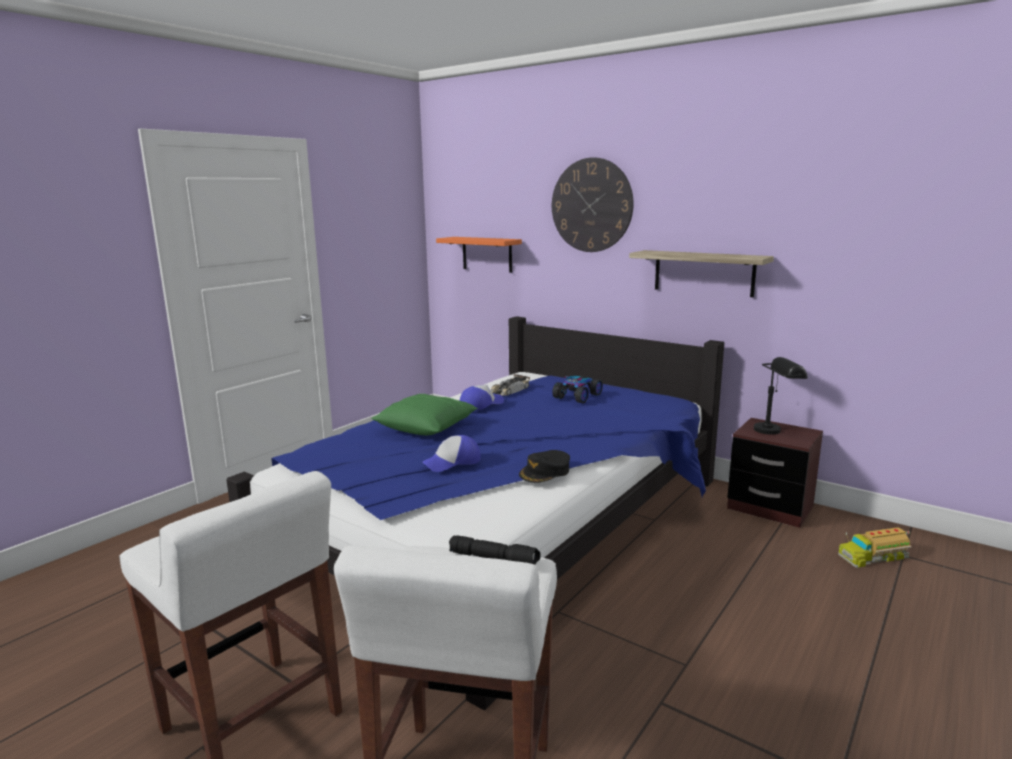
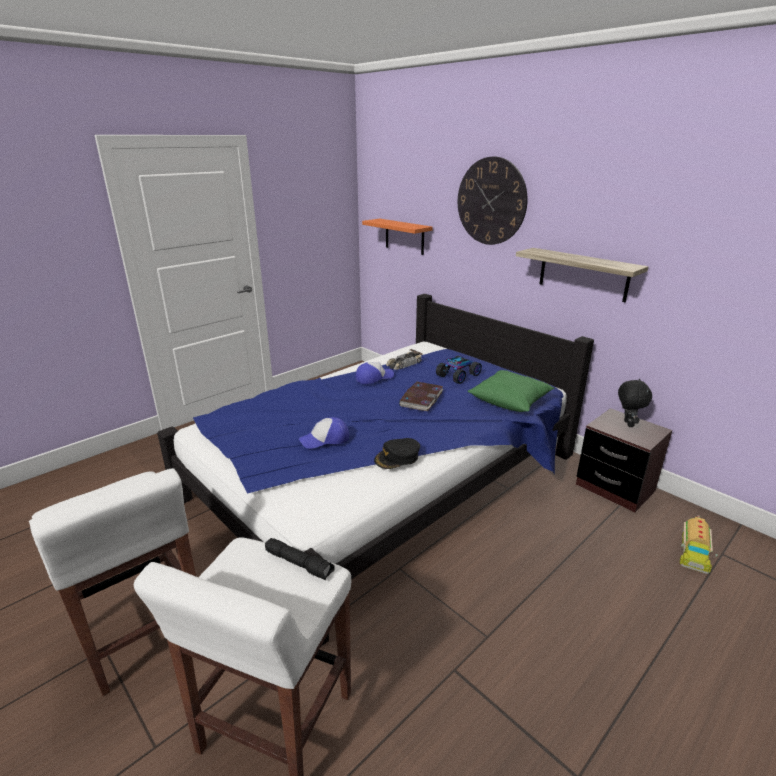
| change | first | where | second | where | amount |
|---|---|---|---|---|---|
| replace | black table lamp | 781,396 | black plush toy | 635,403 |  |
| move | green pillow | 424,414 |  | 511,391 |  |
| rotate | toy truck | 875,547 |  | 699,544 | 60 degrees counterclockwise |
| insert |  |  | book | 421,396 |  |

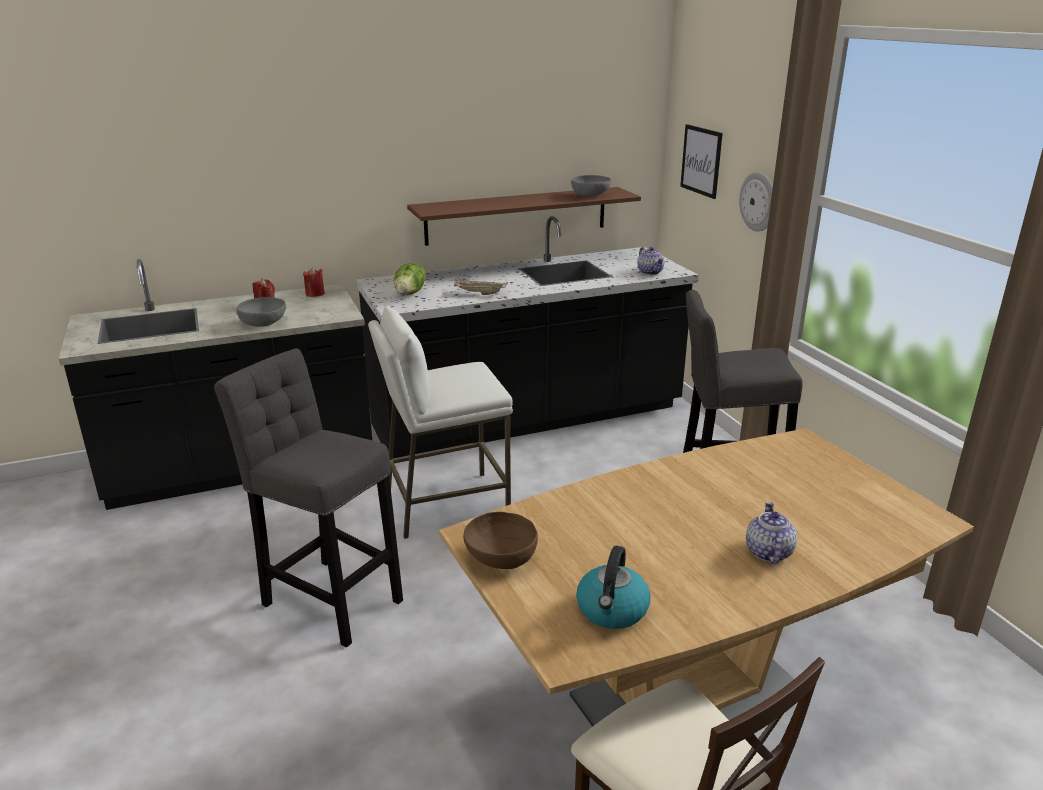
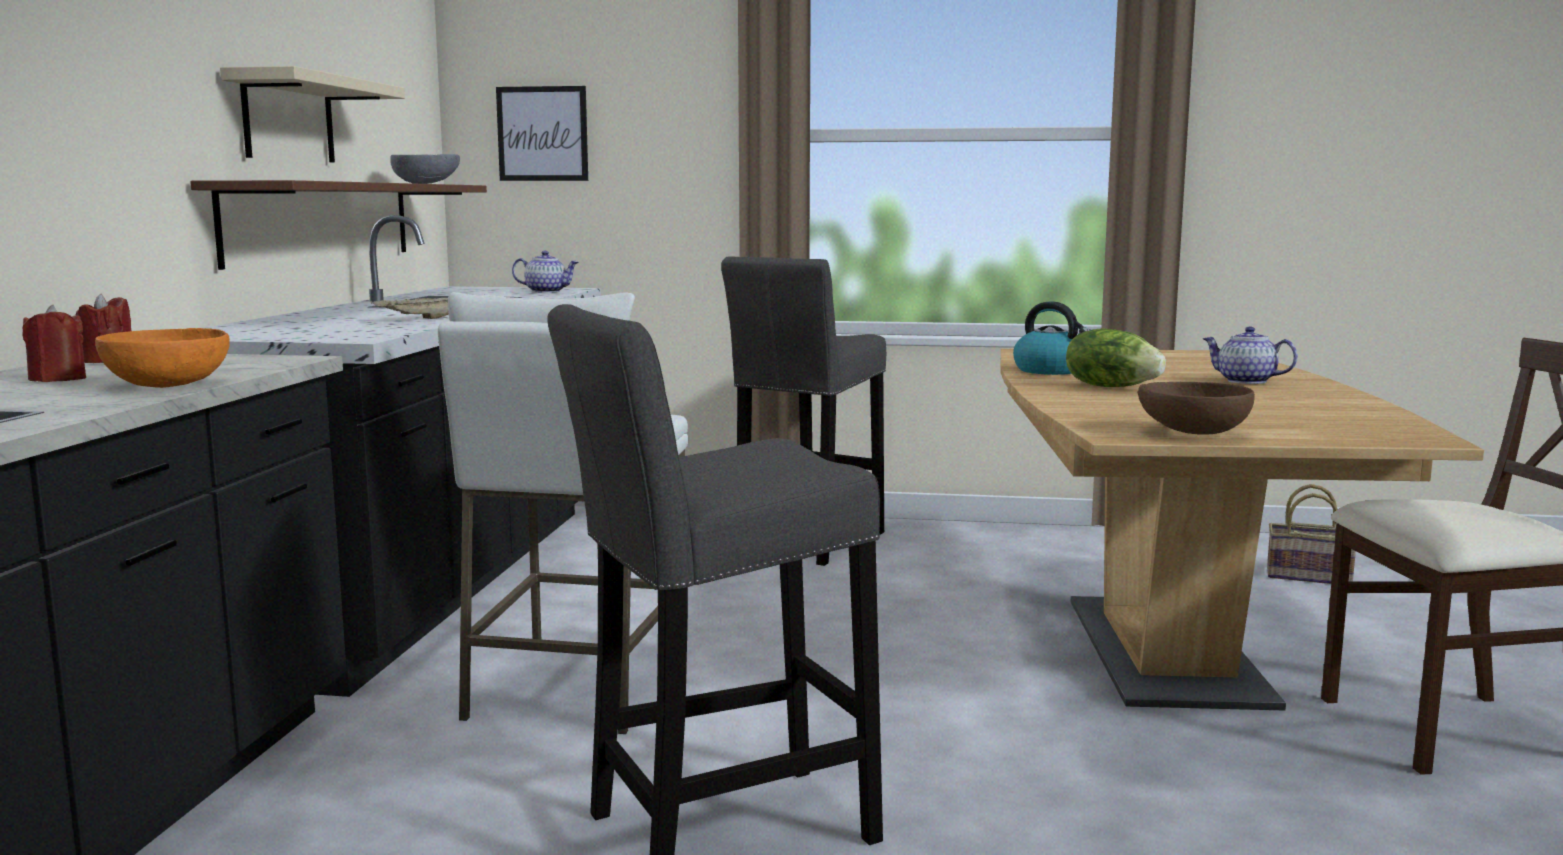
| change | first | where | second | where | amount |
|---|---|---|---|---|---|
| delete | wall clock | 756,202 |  |  |  |
| move | lettuce | 410,279 |  | 1116,357 |  |
| recolor | grey bowl | 261,312 | orange bowl | 162,358 |  |
| move | kettle | 613,587 |  | 1051,338 |  |
| insert |  |  | beige shelf | 312,114 |  |
| insert |  |  | basket | 1311,534 |  |

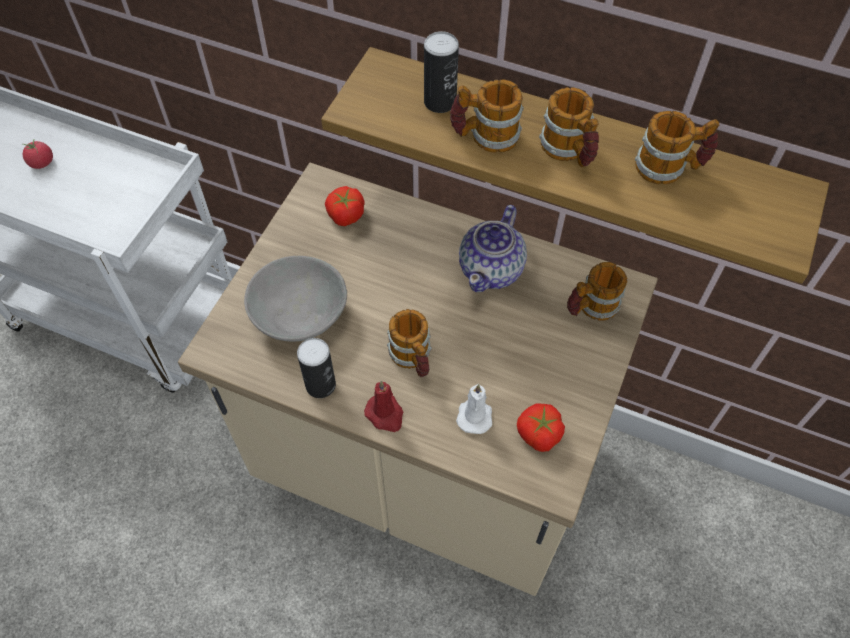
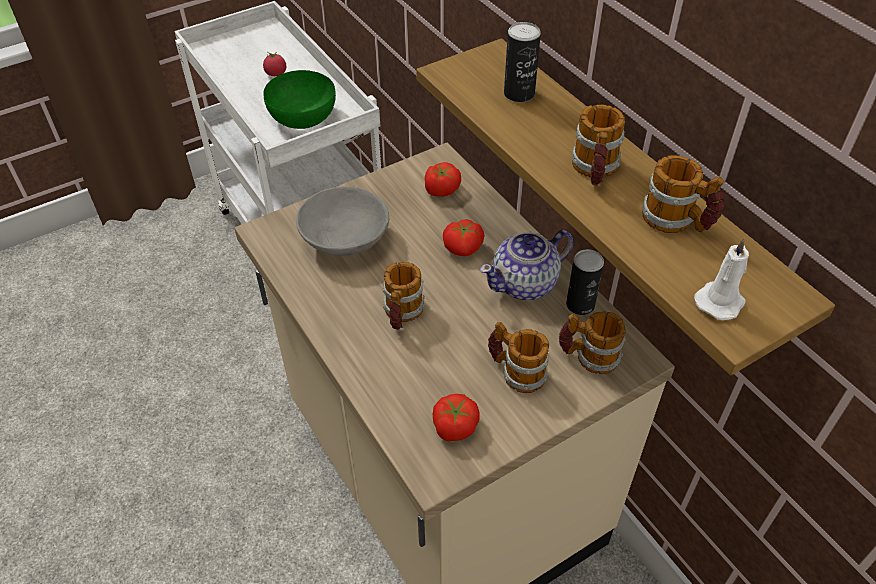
| change | first | where | second | where | amount |
|---|---|---|---|---|---|
| move | mug | 487,116 |  | 518,357 |  |
| move | can | 316,368 |  | 585,282 |  |
| delete | red candle | 383,406 |  |  |  |
| move | white candle | 474,409 |  | 721,278 |  |
| insert |  |  | green bowl | 299,99 |  |
| insert |  |  | tomato | 463,237 |  |

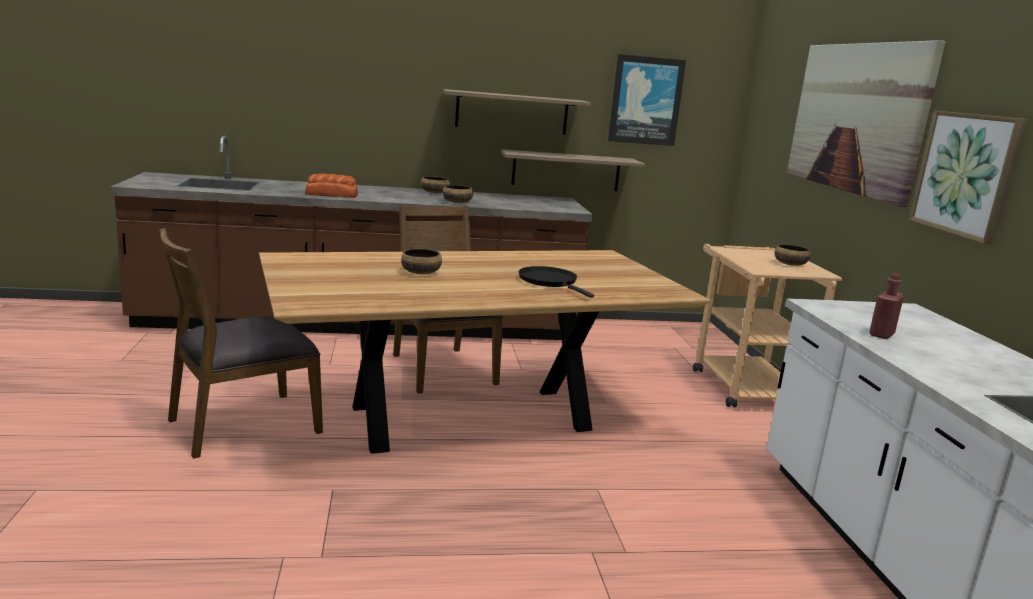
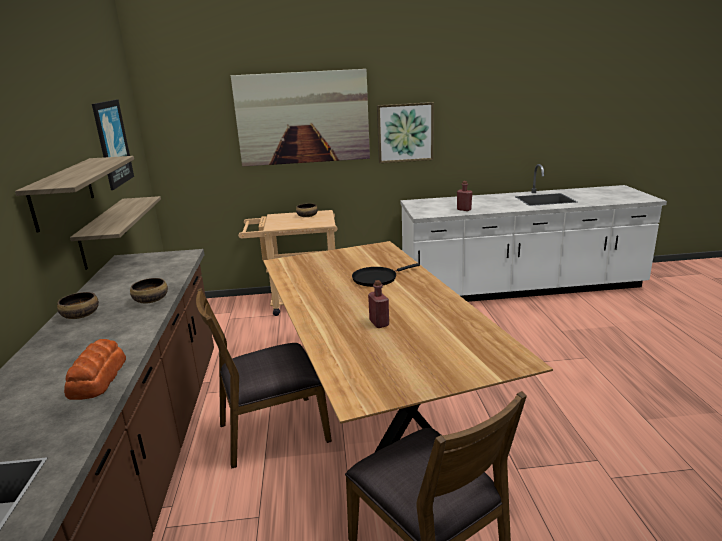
| change | first | where | second | where | amount |
|---|---|---|---|---|---|
| replace | bowl | 421,261 | red bottle | 378,304 |  |

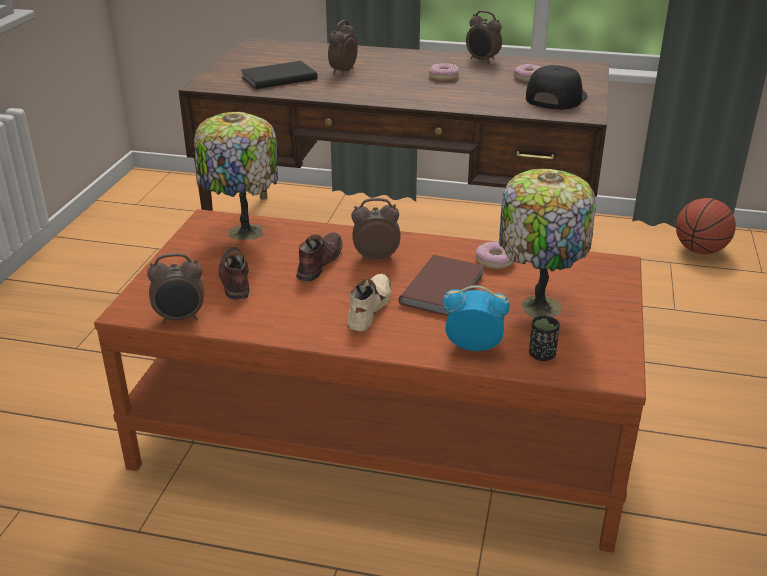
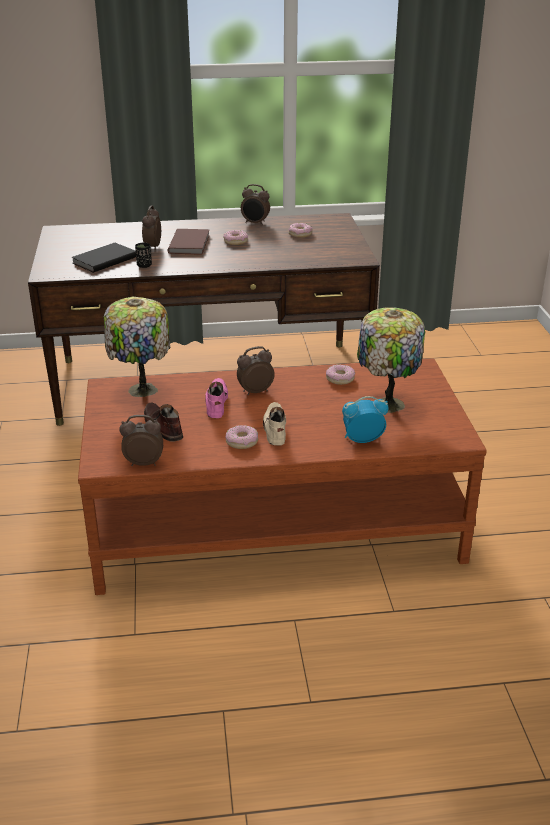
| change | first | where | second | where | amount |
|---|---|---|---|---|---|
| delete | black cap | 557,87 |  |  |  |
| delete | basketball | 706,226 |  |  |  |
| recolor | brown shoe | 319,257 | pink shoe | 216,398 |  |
| rotate | alarm clock | 175,288 |  | 141,440 | 150 degrees counterclockwise |
| move | brown book | 441,285 |  | 189,242 |  |
| move | black cup | 544,338 |  | 143,255 |  |
| insert |  |  | donut | 241,437 |  |

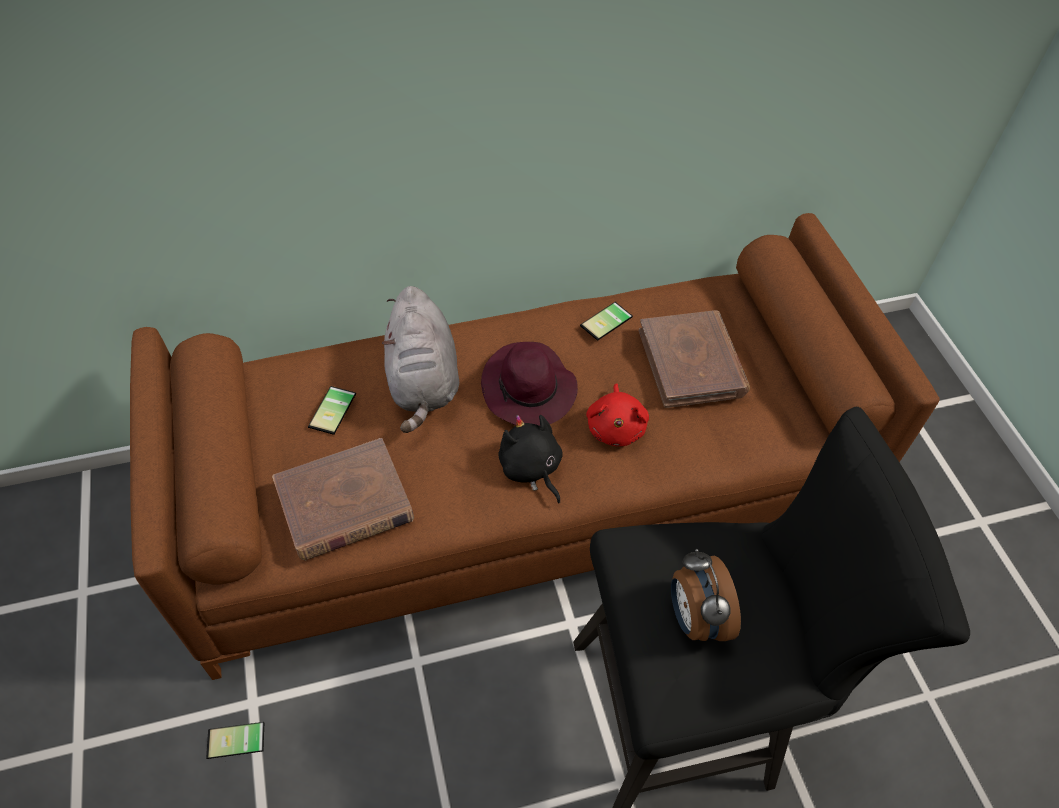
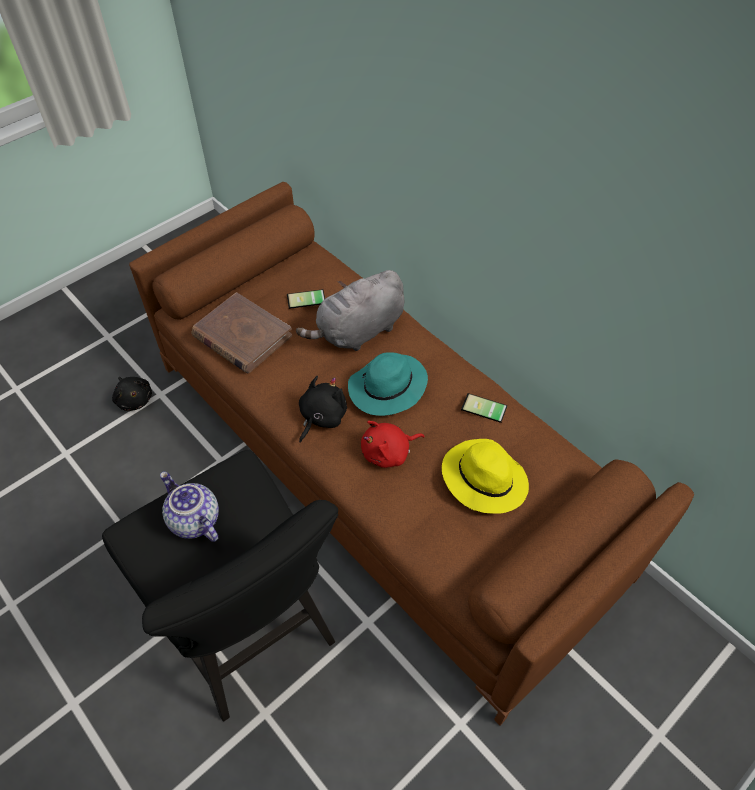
| change | first | where | second | where | amount |
|---|---|---|---|---|---|
| replace | brown book | 694,359 | yellow hat | 485,476 |  |
| recolor | purple hat | 529,384 | turquoise hat | 388,384 |  |
| replace | alarm clock | 706,595 | teapot | 189,506 |  |
| replace | phone | 235,740 | black plush toy | 132,394 |  |

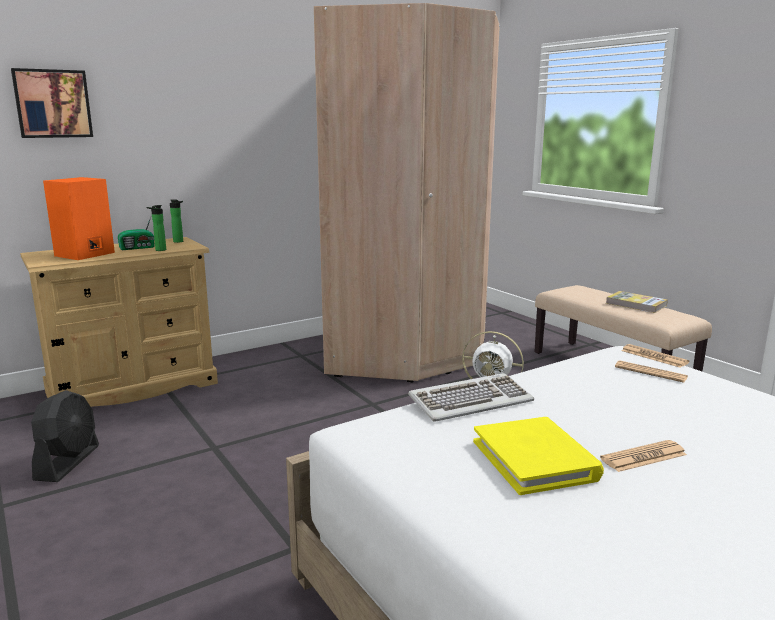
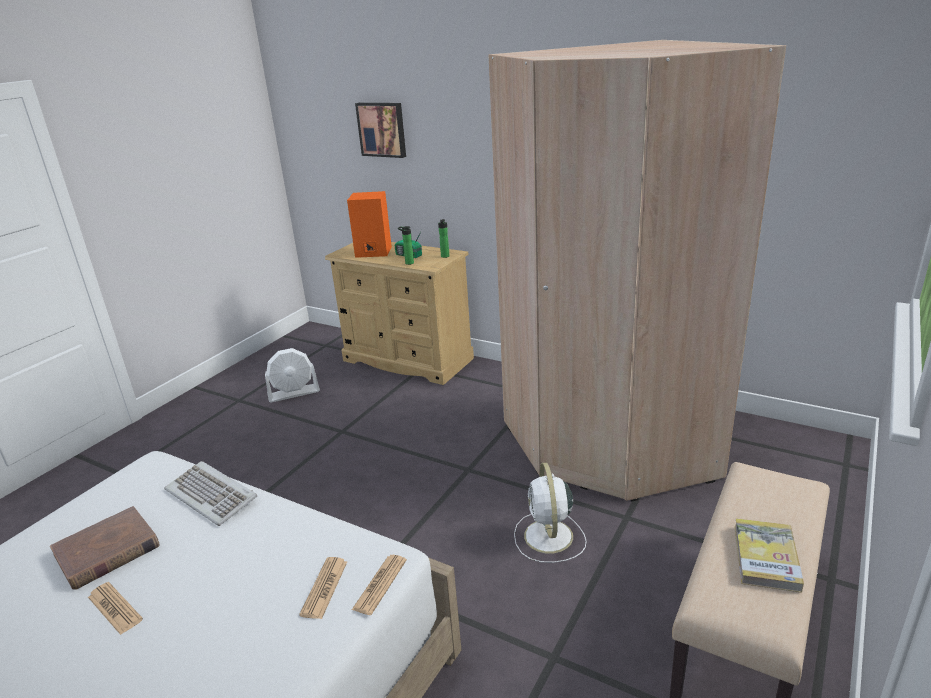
| change | first | where | second | where | amount |
|---|---|---|---|---|---|
| recolor | black fan | 65,436 | white fan | 292,375 |  |
| recolor | yellow book | 538,456 | brown book | 104,548 |  |

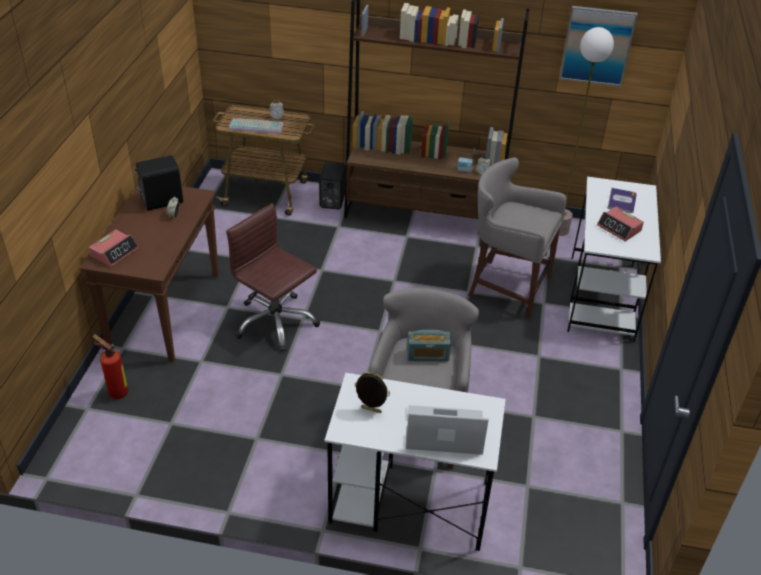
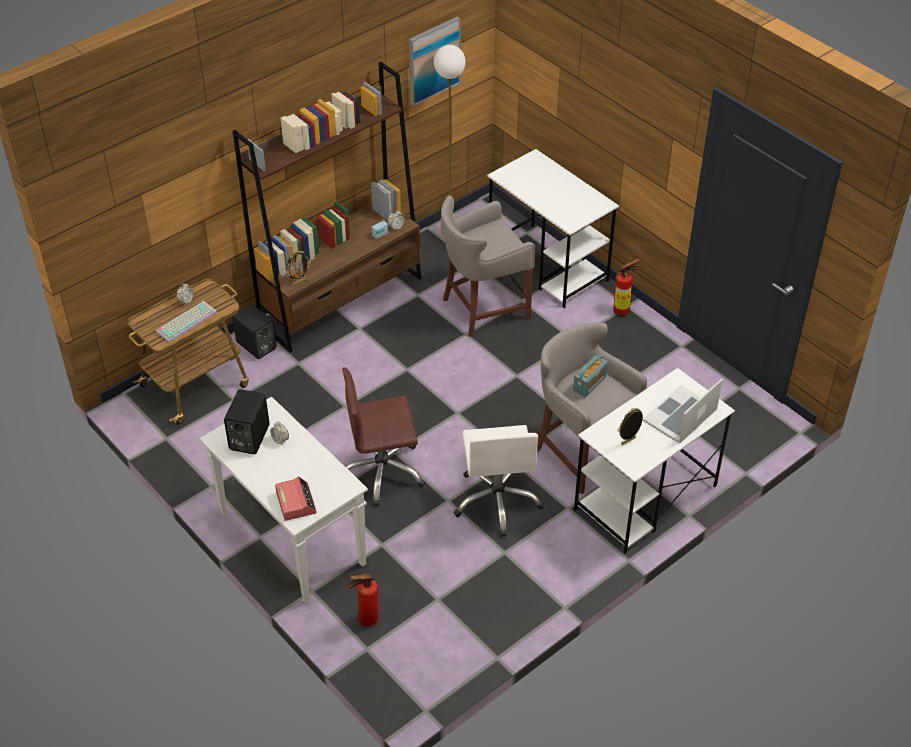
| change | first | where | second | where | amount |
|---|---|---|---|---|---|
| recolor | brown console table | 149,273 | white console table | 284,500 |  |
| delete | book | 622,200 |  |  |  |
| delete | alarm clock | 620,224 |  |  |  |
| insert |  |  | picture frame | 298,268 |  |
| insert |  |  | fire extinguisher | 627,287 |  |
| insert |  |  | white office chair | 499,481 |  |

